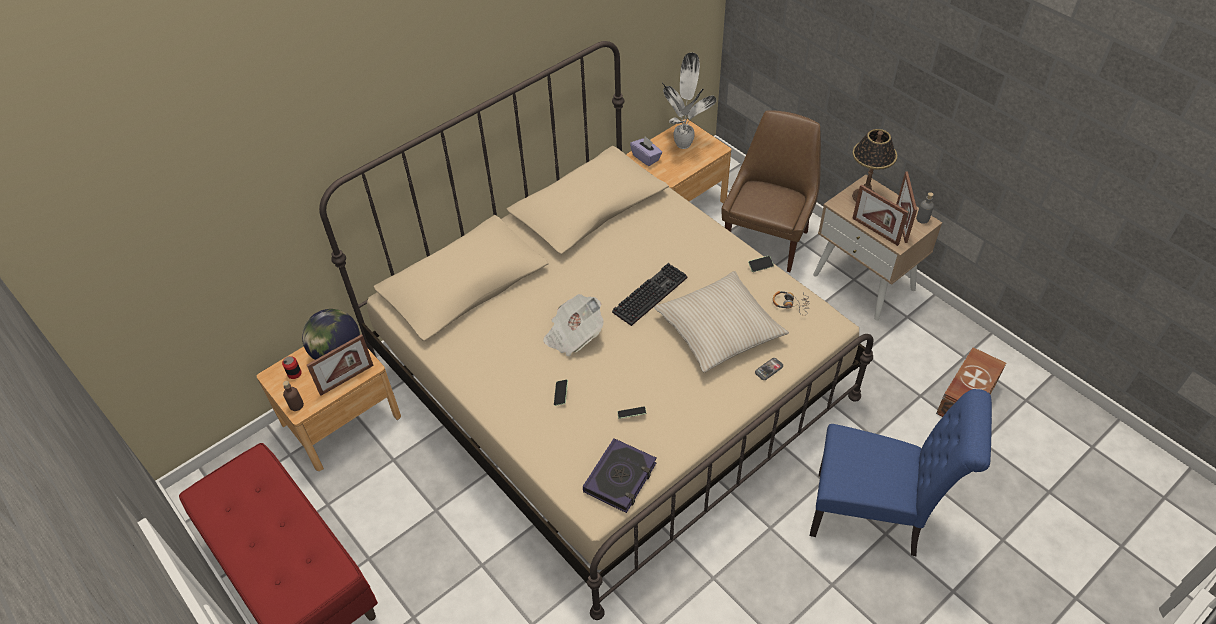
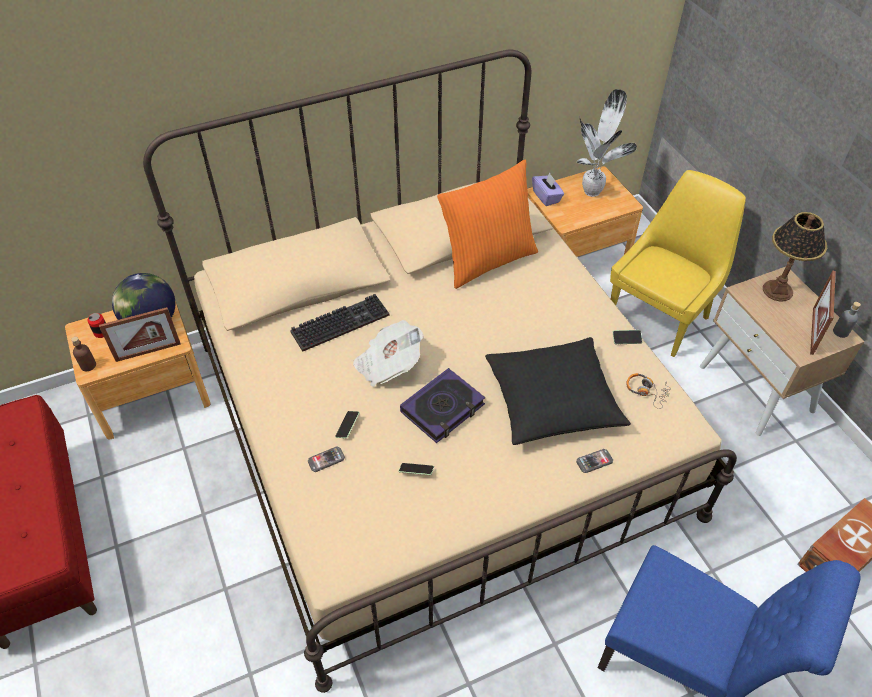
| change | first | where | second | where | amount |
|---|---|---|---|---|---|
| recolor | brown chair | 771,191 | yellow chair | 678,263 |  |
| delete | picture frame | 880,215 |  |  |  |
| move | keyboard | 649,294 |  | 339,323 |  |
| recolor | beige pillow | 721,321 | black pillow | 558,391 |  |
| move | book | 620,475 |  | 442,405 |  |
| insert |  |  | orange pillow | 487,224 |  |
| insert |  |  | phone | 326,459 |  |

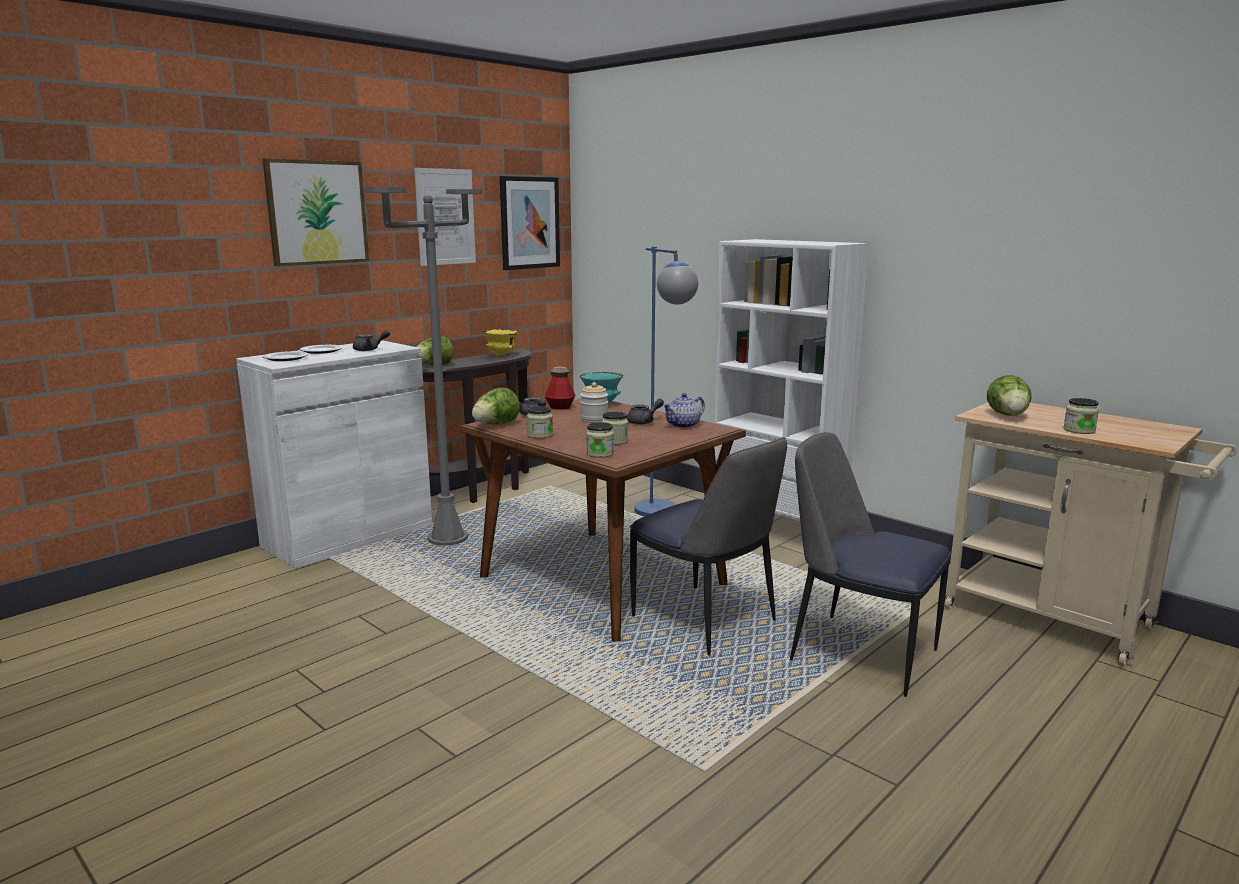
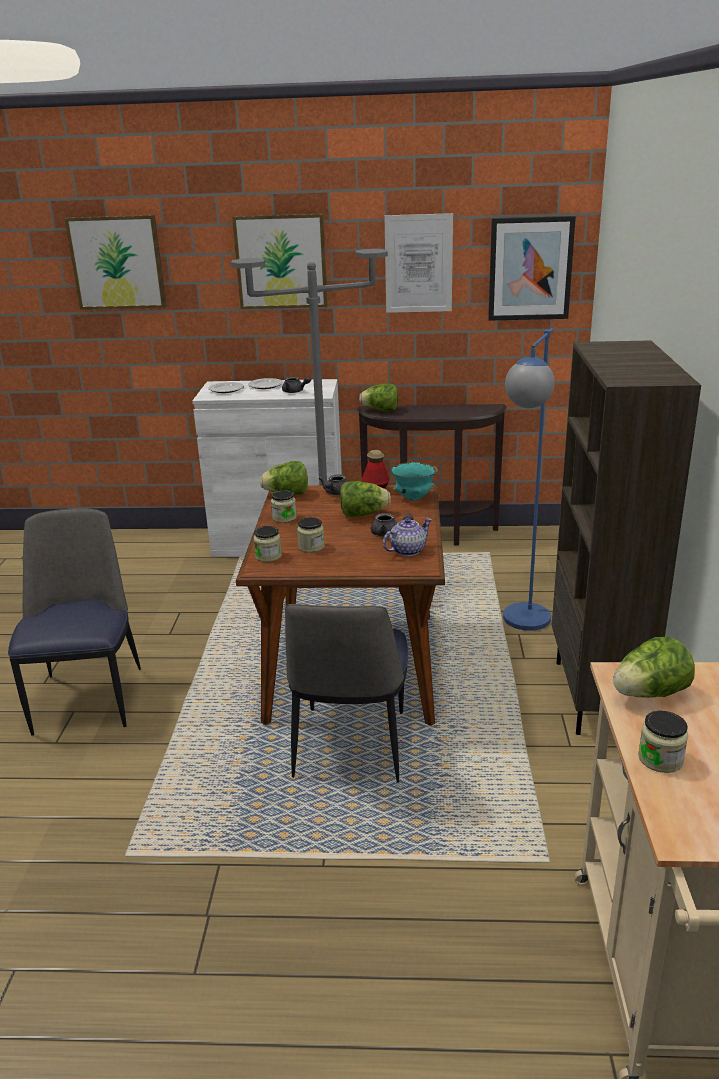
| change | first | where | second | where | amount |
|---|---|---|---|---|---|
| recolor | white bookcase | 791,380 | brown bookcase | 626,537 |  |
| delete | yellow bowl | 500,342 |  |  |  |
| replace | jar | 594,402 | lettuce | 365,499 |  |
| rotate | teapot | 684,410 |  | 407,537 | 135 degrees clockwise |
| move | chair | 870,564 |  | 74,622 |  |
| insert |  |  | picture | 116,262 |  |

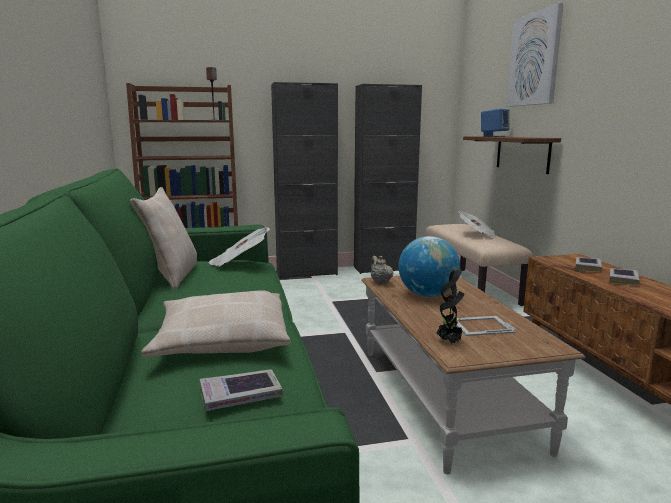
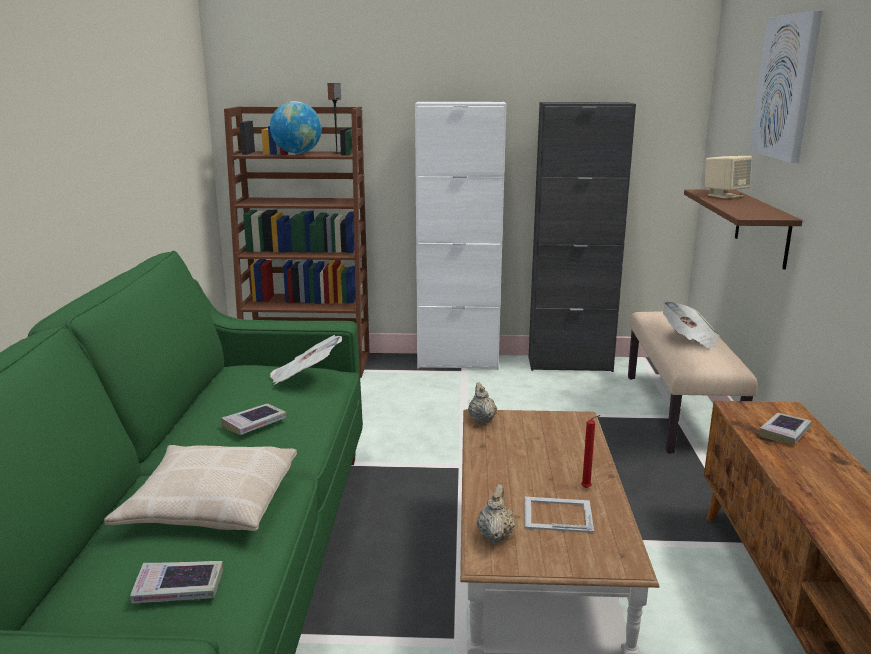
| change | first | where | second | where | amount |
|---|---|---|---|---|---|
| recolor | black cabinet | 304,180 | white cabinet | 460,236 |  |
| recolor | blue speaker | 495,123 | beige speaker | 728,177 |  |
| delete | beige pillow | 163,238 |  |  |  |
| move | globe | 429,266 |  | 296,127 |  |
| move | book | 624,276 |  | 254,419 |  |
| replace | potted plant | 450,306 | beige teapot | 496,513 |  |
| insert |  |  | red candle | 591,451 |  |

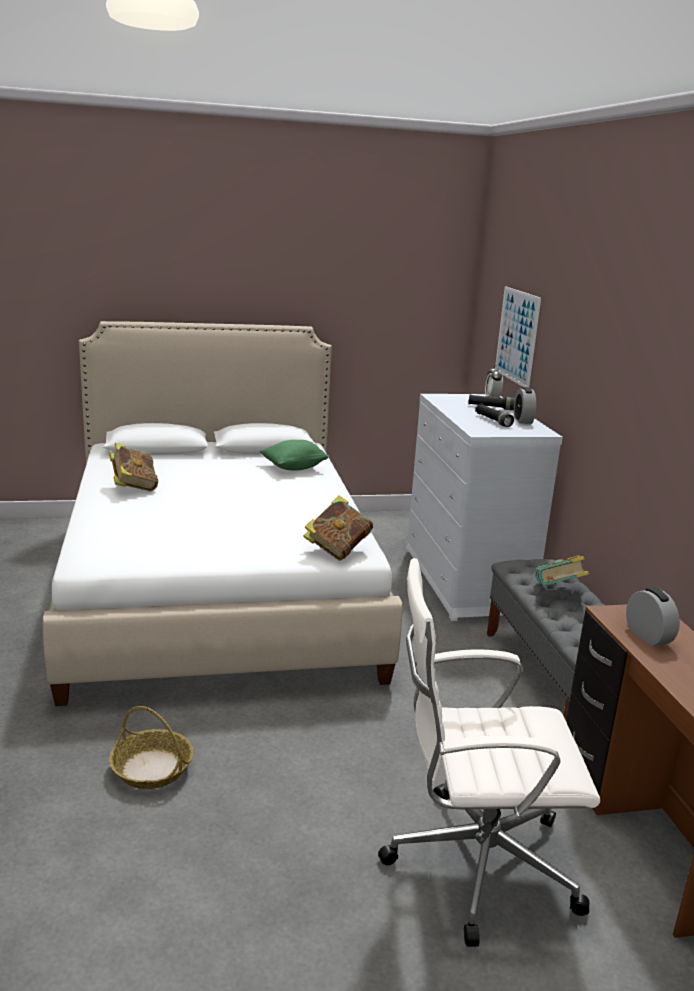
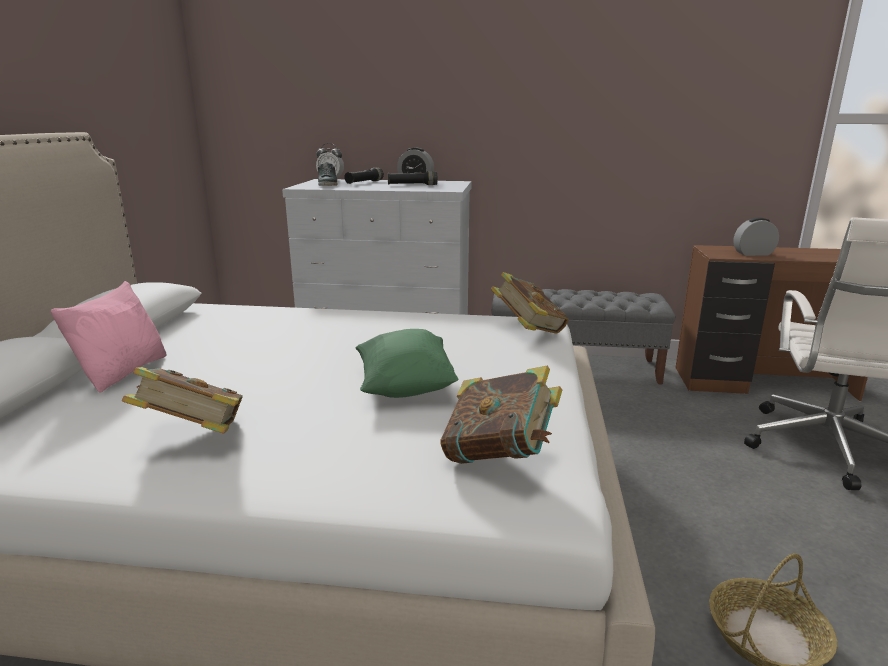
| change | first | where | second | where | amount |
|---|---|---|---|---|---|
| delete | picture | 518,337 |  |  |  |
| move | green pillow | 294,455 |  | 407,363 |  |
| move | book | 562,570 |  | 501,415 |  |
| insert |  |  | shoe | 328,174 |  |
| insert |  |  | pink pillow | 109,337 |  |

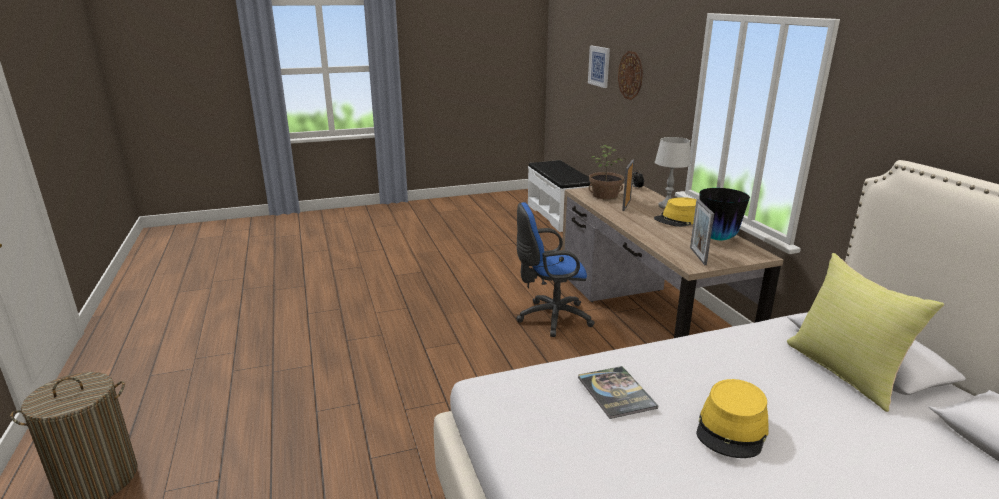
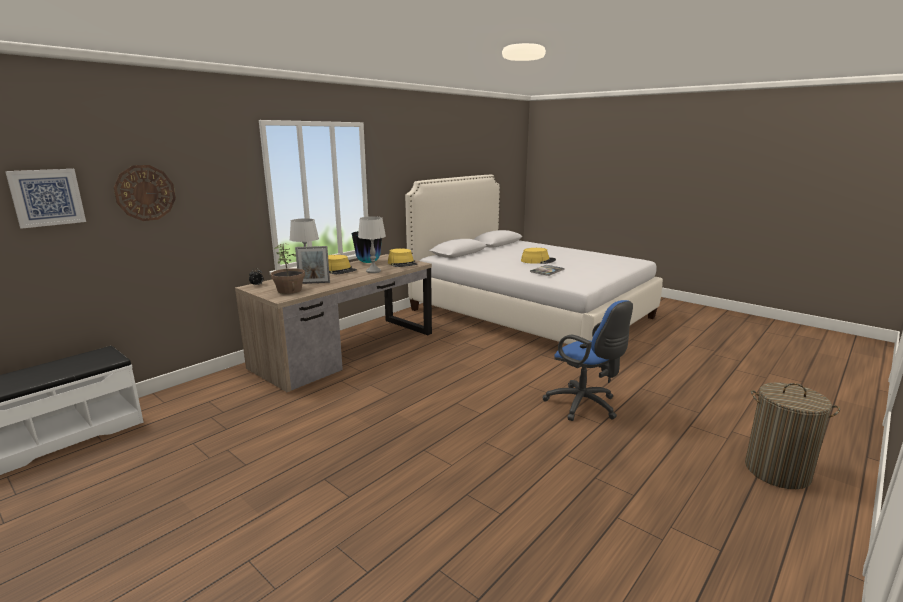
| change | first | where | second | where | amount |
|---|---|---|---|---|---|
| replace | picture frame | 702,232 | yellow hat | 402,257 |  |
| move | blue office chair | 555,269 |  | 587,360 |  |
| delete | yellow pillow | 865,332 |  |  |  |
| insert |  |  | grey table lamp | 372,244 |  |

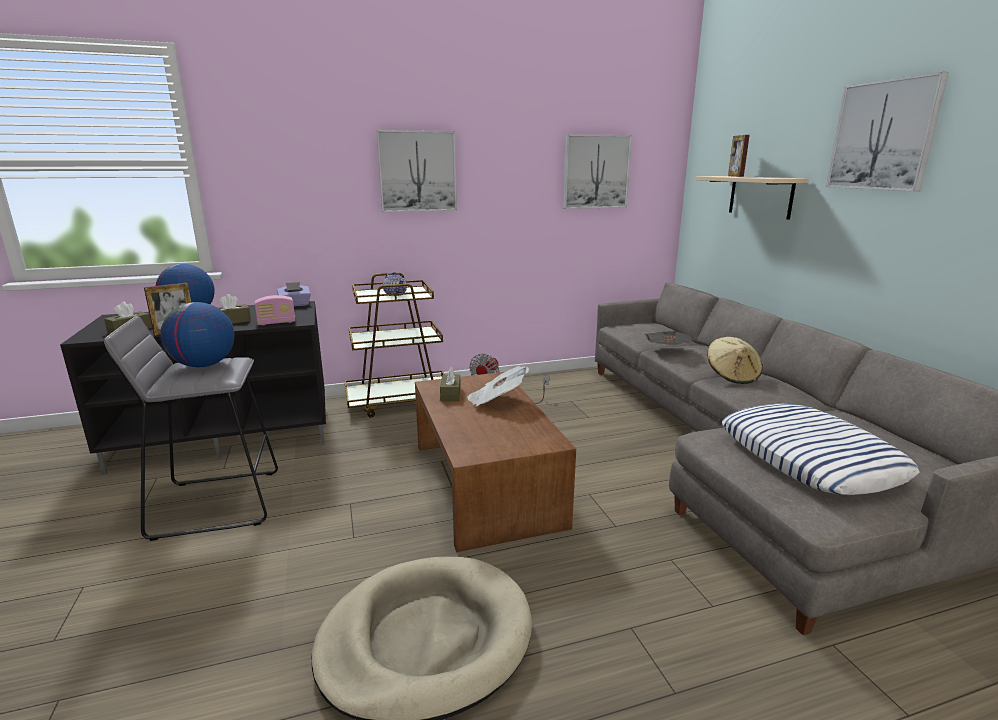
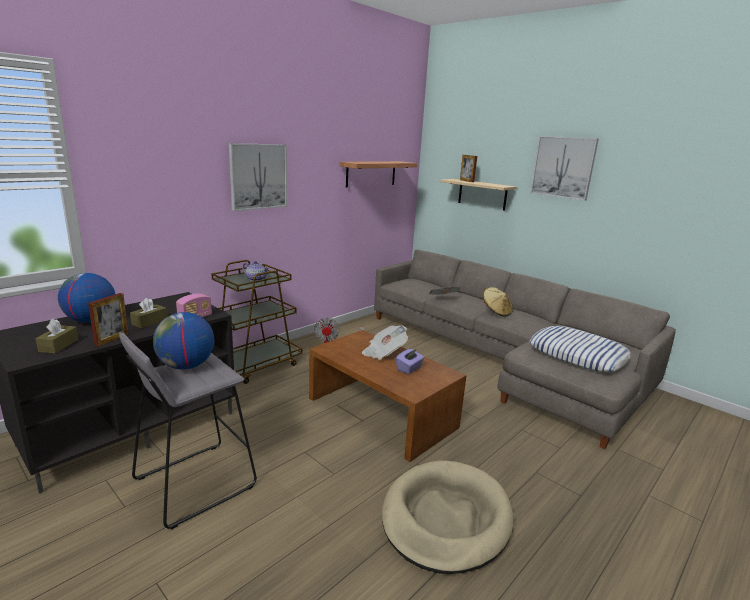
| change | first | where | second | where | amount |
|---|---|---|---|---|---|
| replace | picture | 597,171 | shelf | 378,174 |  |
| move | purple tissue box | 294,294 |  | 410,361 |  |
| delete | brown tissue box | 450,384 |  |  |  |

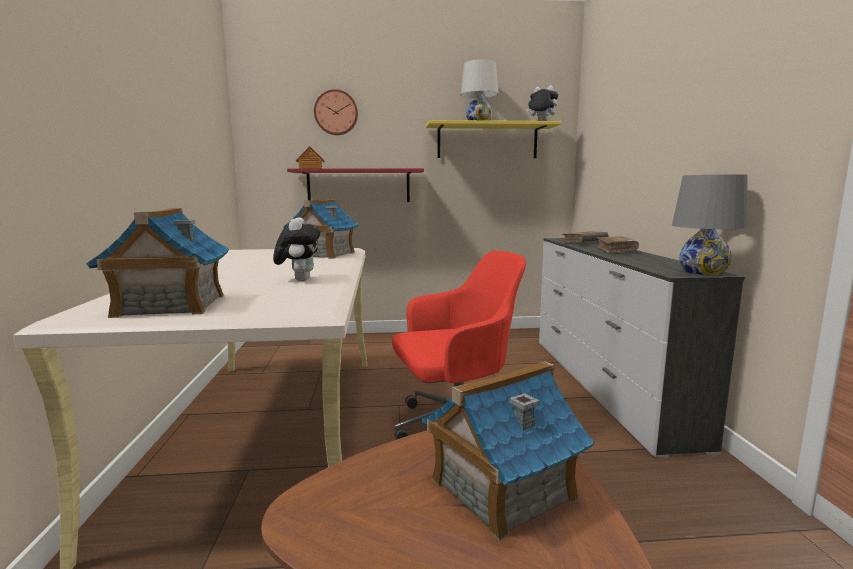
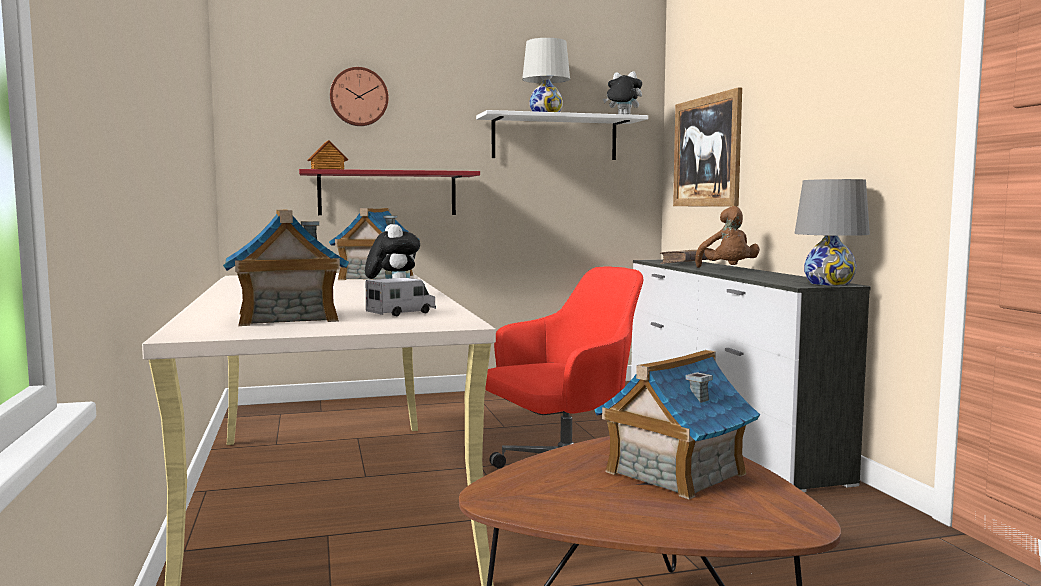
| change | first | where | second | where | amount |
|---|---|---|---|---|---|
| recolor | yellow shelf | 494,139 | white shelf | 562,135 |  |
| replace | brown book | 617,245 | brown plush toy | 727,237 |  |
| insert |  |  | picture | 707,147 |  |
| insert |  |  | toy truck | 401,297 |  |

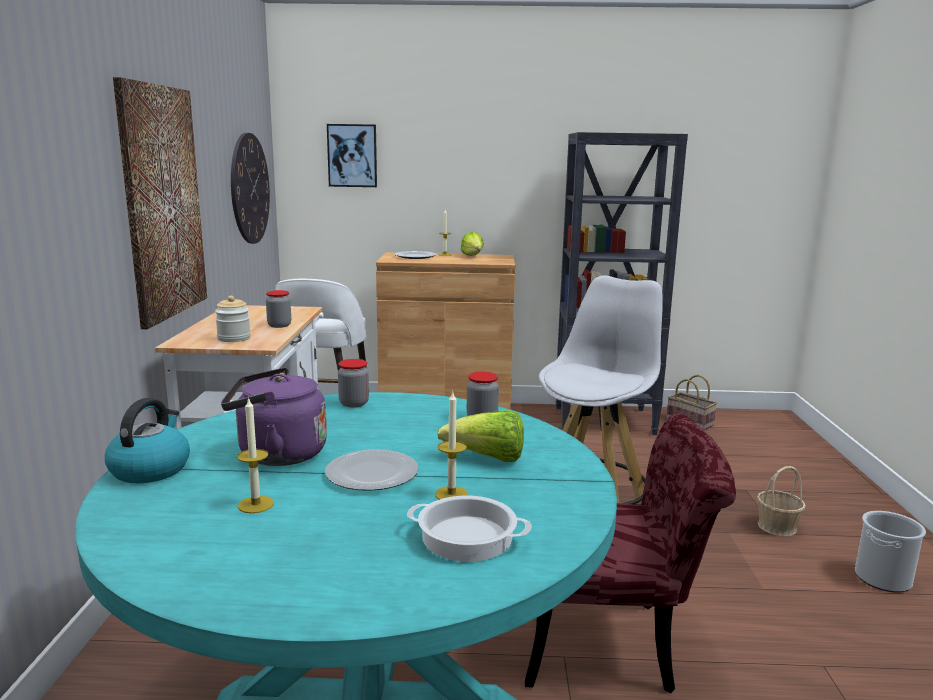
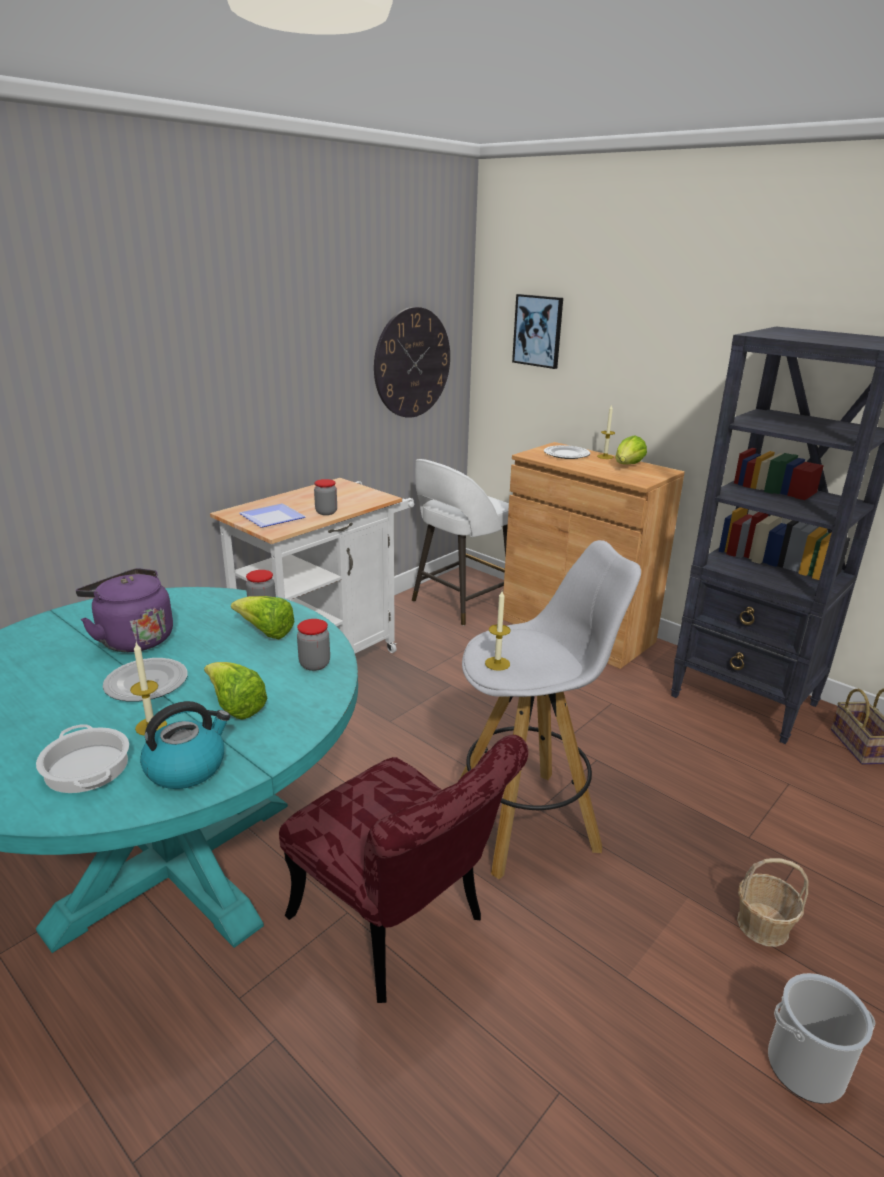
| change | first | where | second | where | amount |
|---|---|---|---|---|---|
| delete | picture | 160,203 |  |  |  |
| replace | jar | 233,319 | plate | 272,515 |  |
| move | candle | 255,455 |  | 498,631 |  |
| move | kettle | 147,441 |  | 185,745 |  |
| insert |  |  | lettuce | 262,617 |  |

